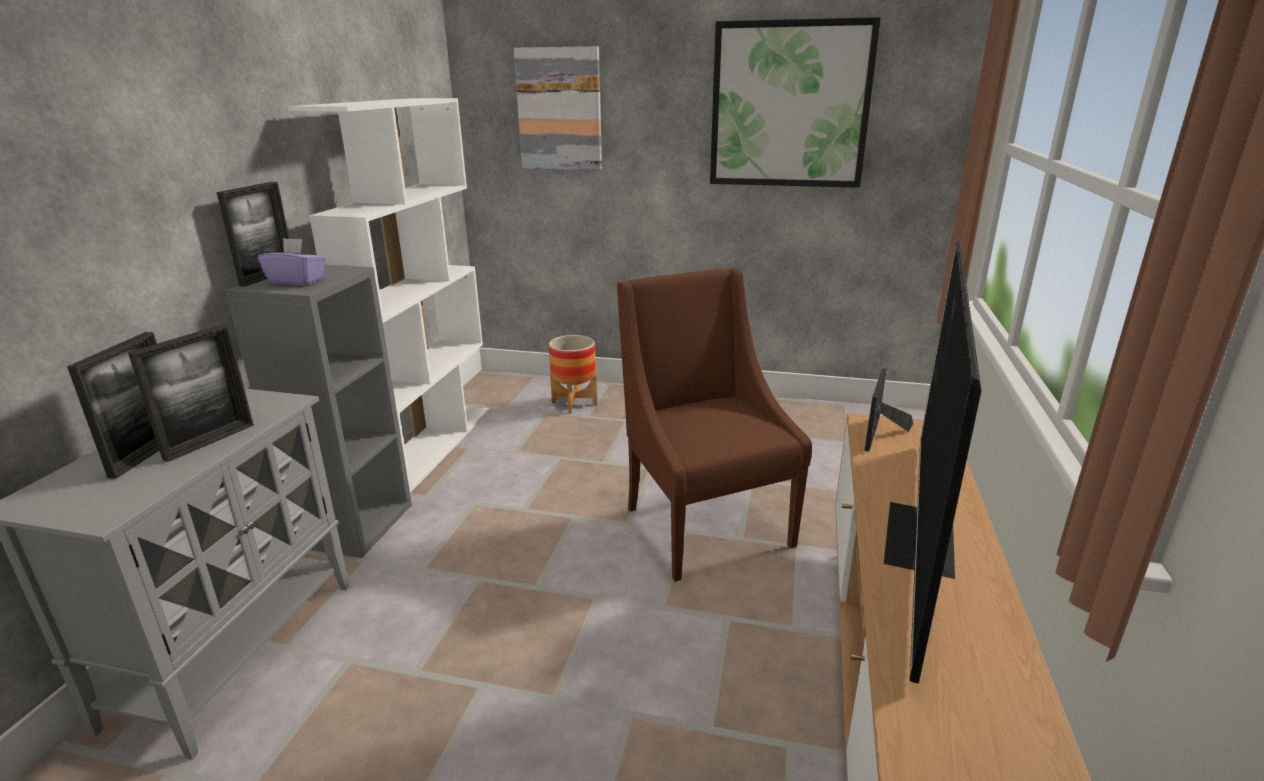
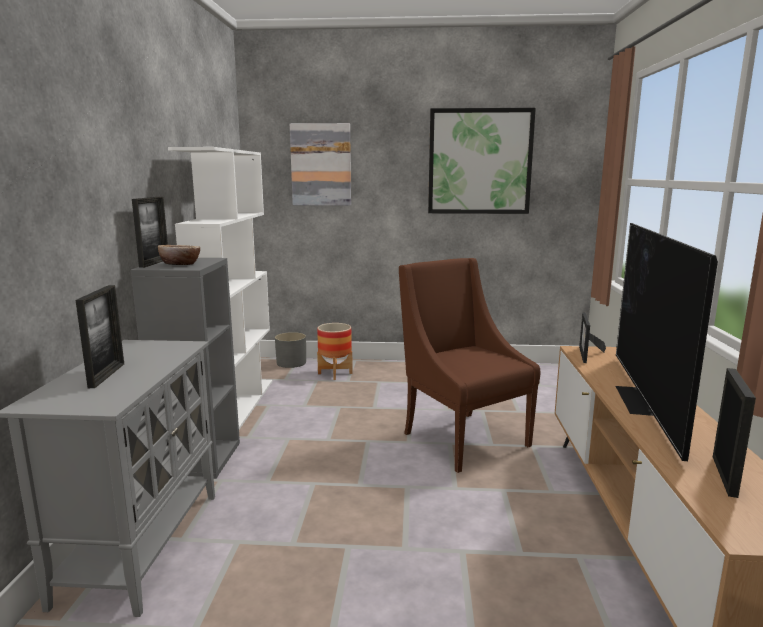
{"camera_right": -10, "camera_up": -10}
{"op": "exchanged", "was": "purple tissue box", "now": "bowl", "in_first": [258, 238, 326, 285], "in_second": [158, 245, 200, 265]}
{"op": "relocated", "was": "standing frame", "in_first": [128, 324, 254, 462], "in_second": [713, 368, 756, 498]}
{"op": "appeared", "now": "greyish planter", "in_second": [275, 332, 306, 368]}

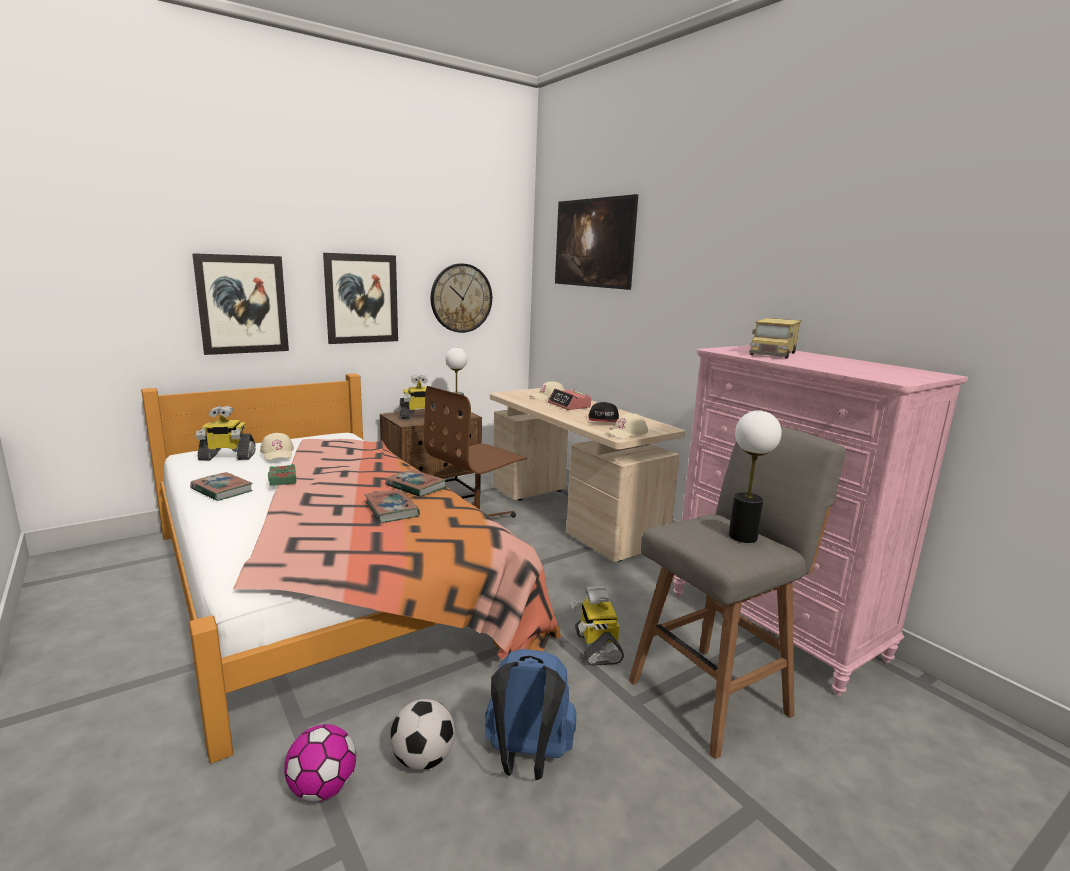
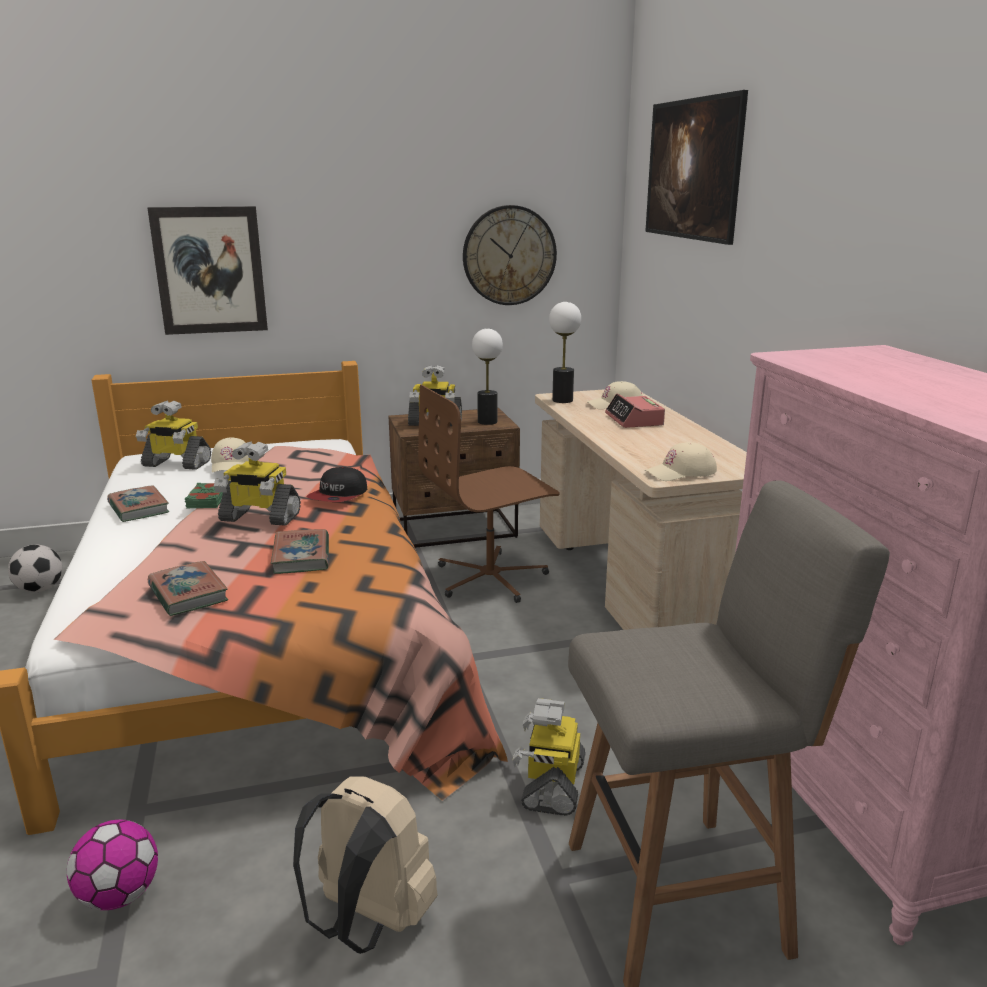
{"camera_right": 20, "camera_up": 5}
{"op": "missing", "was": "wall art", "in_first": [323, 253, 398, 344]}
{"op": "missing", "was": "toy lorry", "in_first": [749, 318, 802, 358]}
{"op": "relocated", "was": "peaked cap", "in_first": [589, 402, 619, 422], "in_second": [307, 467, 367, 502]}
{"op": "relocated", "was": "lamp for a table", "in_first": [729, 410, 782, 543], "in_second": [549, 302, 581, 403]}
{"op": "relocated", "was": "volume", "in_first": [385, 469, 446, 497], "in_second": [148, 561, 228, 616]}
{"op": "colour", "was": "blue knapsack", "now": "beige-coloured knapsack", "in_first": [485, 649, 576, 780], "in_second": [293, 776, 438, 954]}
{"op": "relocated", "was": "football ball", "in_first": [390, 699, 455, 770], "in_second": [8, 544, 62, 592]}
{"op": "appeared", "now": "toy robot", "in_second": [214, 442, 301, 526]}

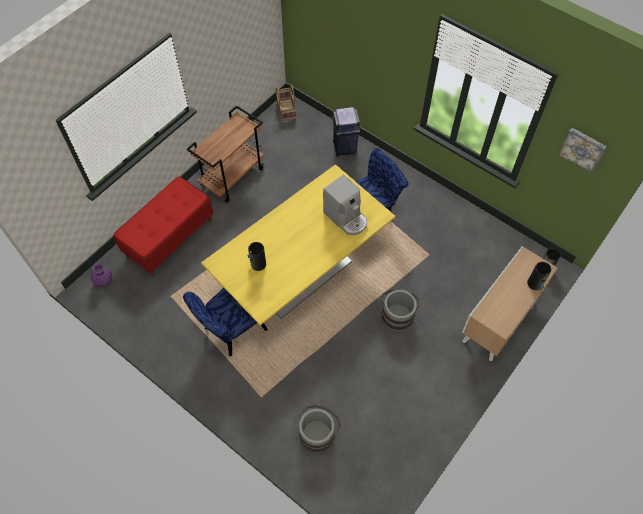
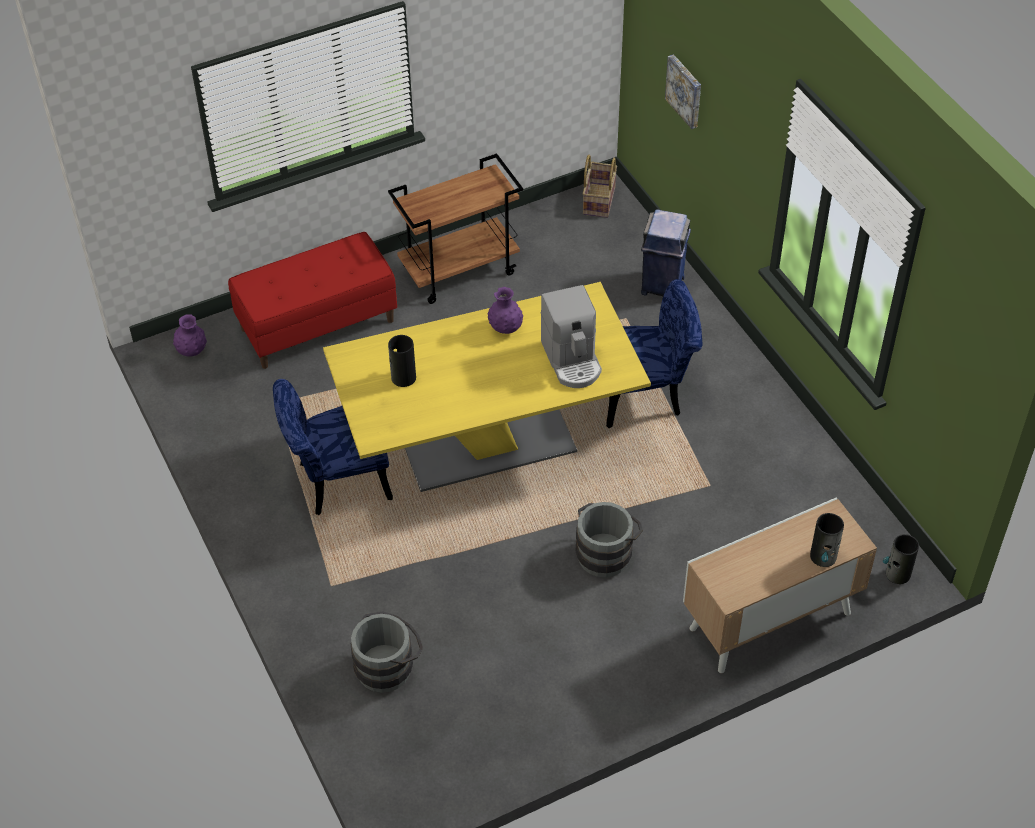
{"camera_right": 25, "camera_up": -10}
{"op": "relocated", "was": "wall art", "in_first": [559, 128, 607, 173], "in_second": [665, 54, 701, 129]}
{"op": "appeared", "now": "purple flower vase", "in_second": [488, 287, 523, 334]}

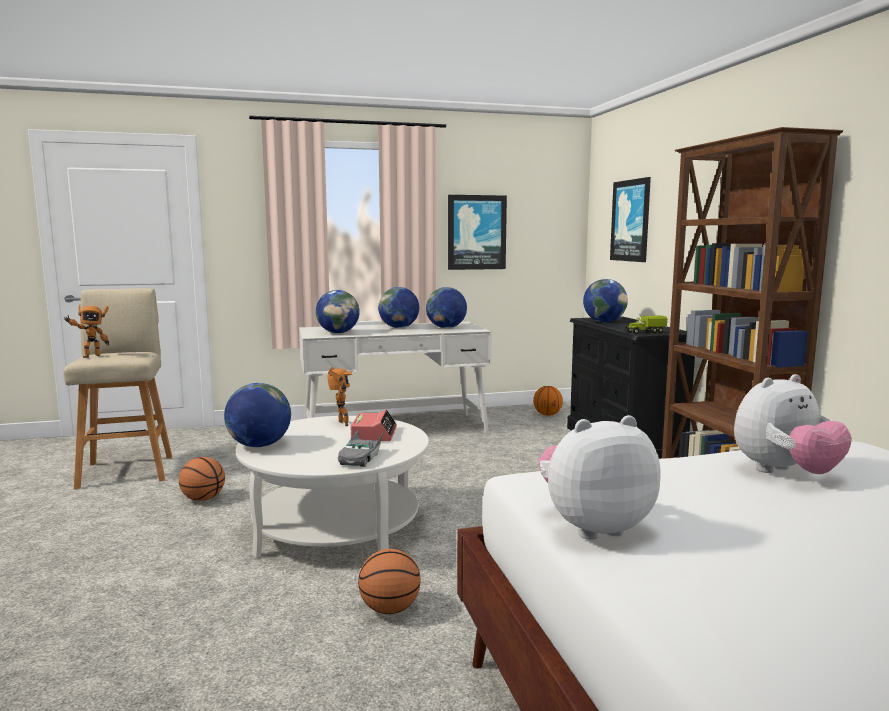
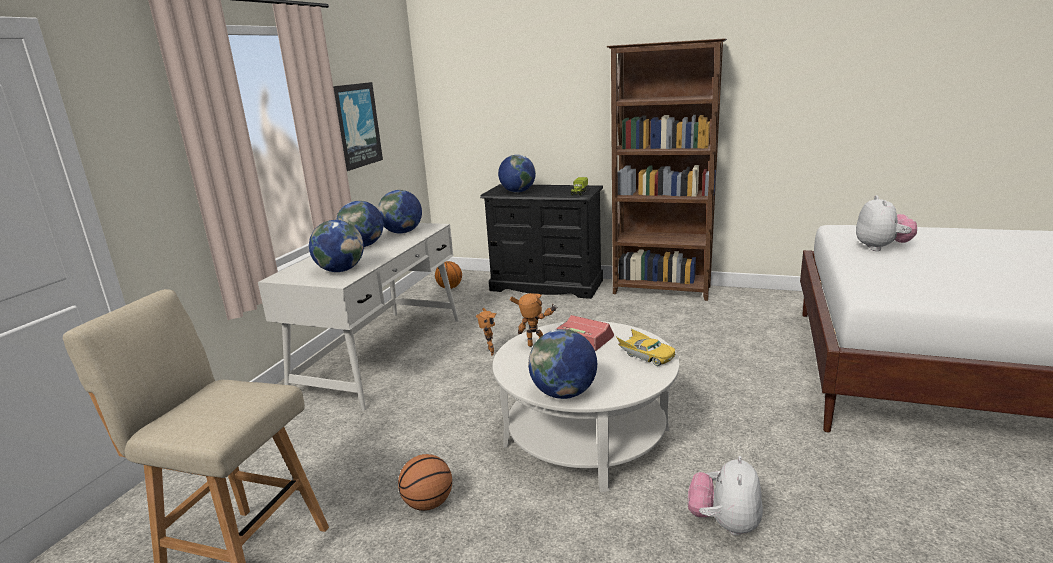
{"camera_right": -55, "camera_up": 10}
{"op": "missing", "was": "wall art", "in_first": [610, 177, 651, 262]}
{"op": "relocated", "was": "toy robot", "in_first": [64, 305, 109, 358], "in_second": [476, 308, 497, 355]}
{"op": "relocated", "was": "plush toy", "in_first": [539, 415, 661, 540], "in_second": [688, 456, 763, 536]}
{"op": "colour", "was": "greyish toy car", "now": "yellow-coloured toy car", "in_first": [338, 431, 383, 467], "in_second": [616, 329, 675, 366]}
{"op": "missing", "was": "basketball ball", "in_first": [358, 549, 421, 614]}

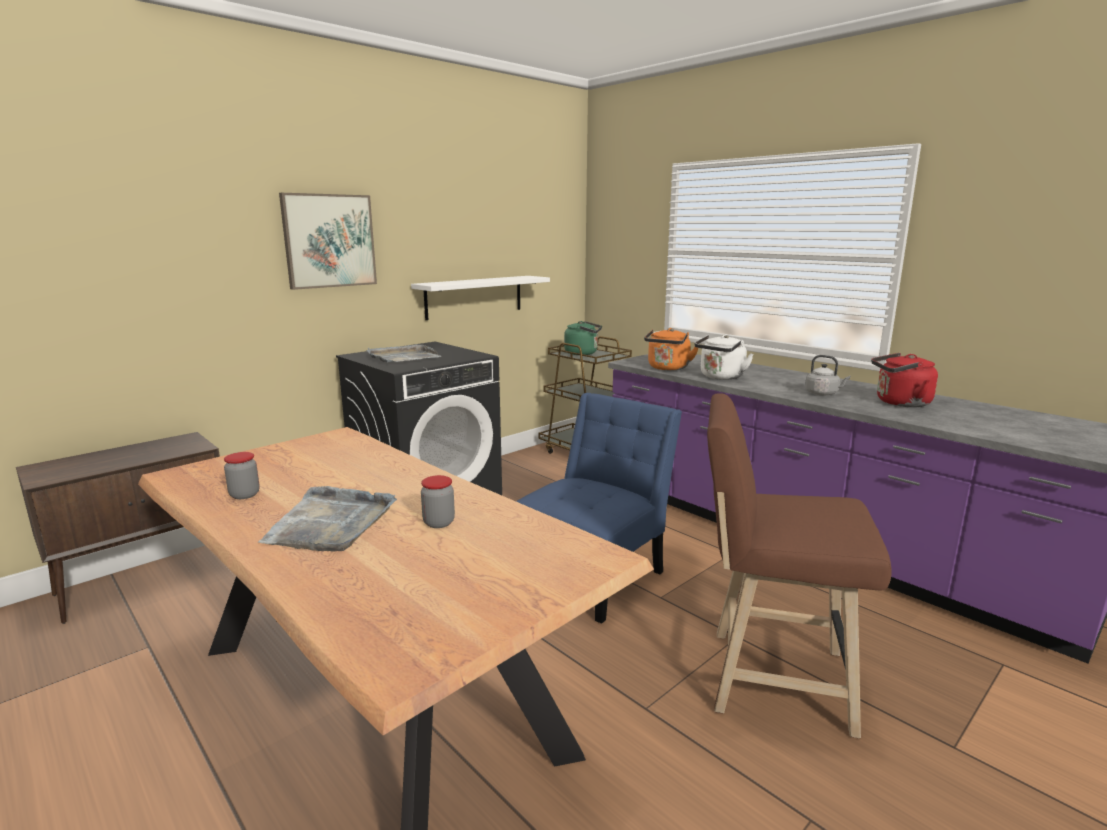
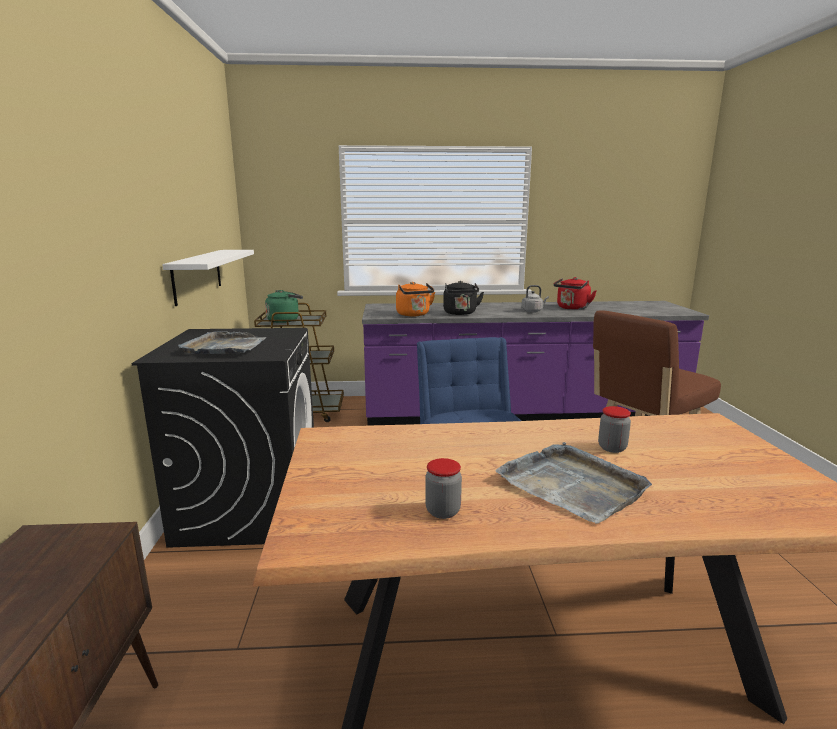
{"camera_right": -50, "camera_up": 0}
{"op": "missing", "was": "wall art", "in_first": [279, 193, 377, 290]}
{"op": "colour", "was": "white kettle", "now": "black kettle", "in_first": [694, 334, 754, 380], "in_second": [443, 281, 484, 315]}

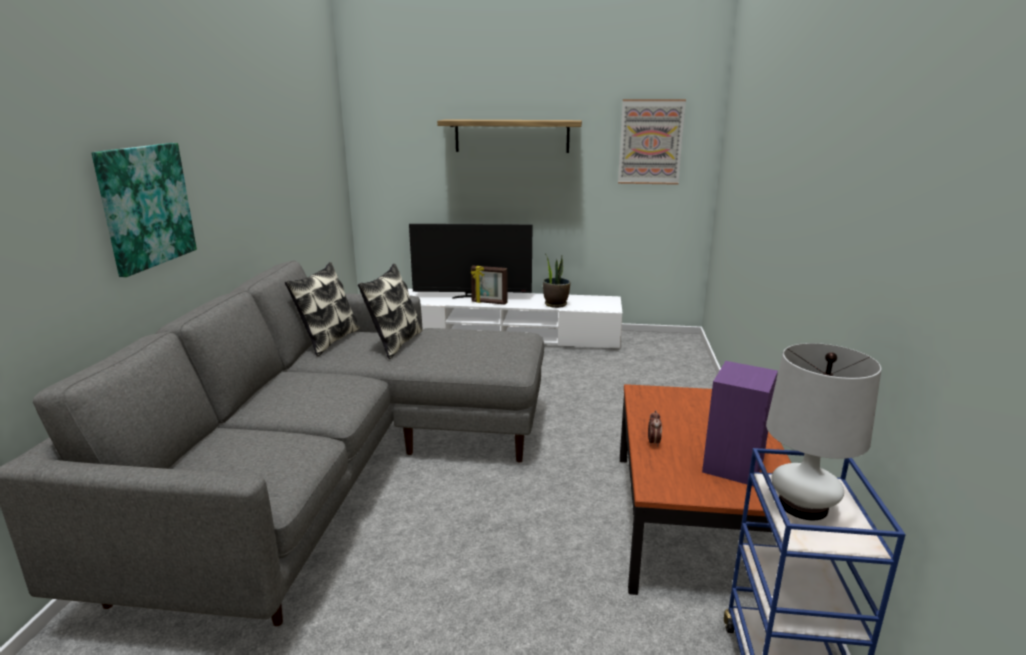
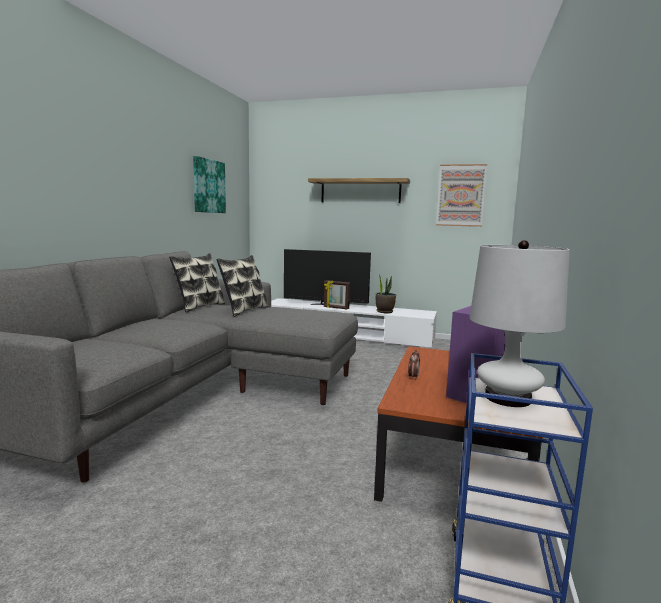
{"camera_right": 10, "camera_up": -10}
{"op": "relocated", "was": "wall art", "in_first": [91, 143, 197, 277], "in_second": [193, 156, 226, 213]}

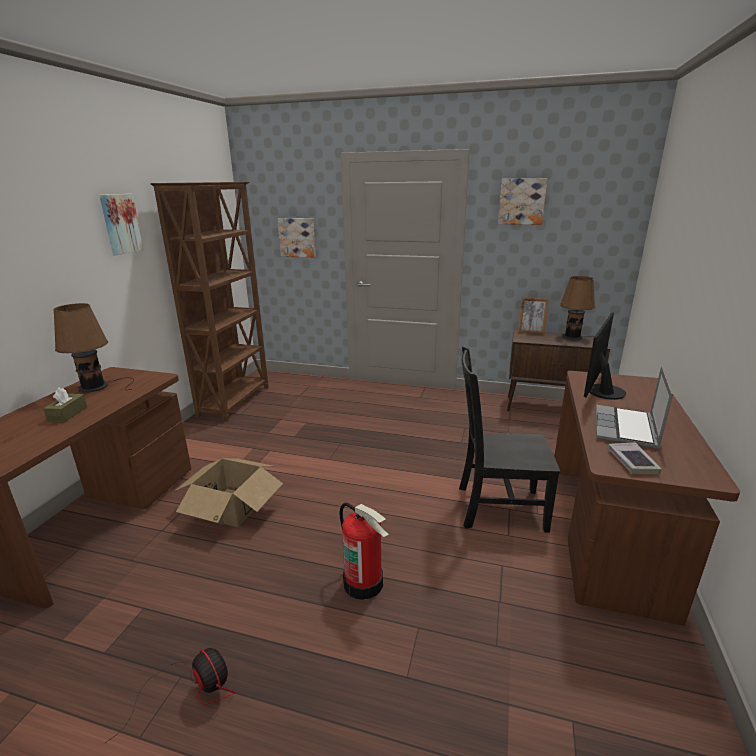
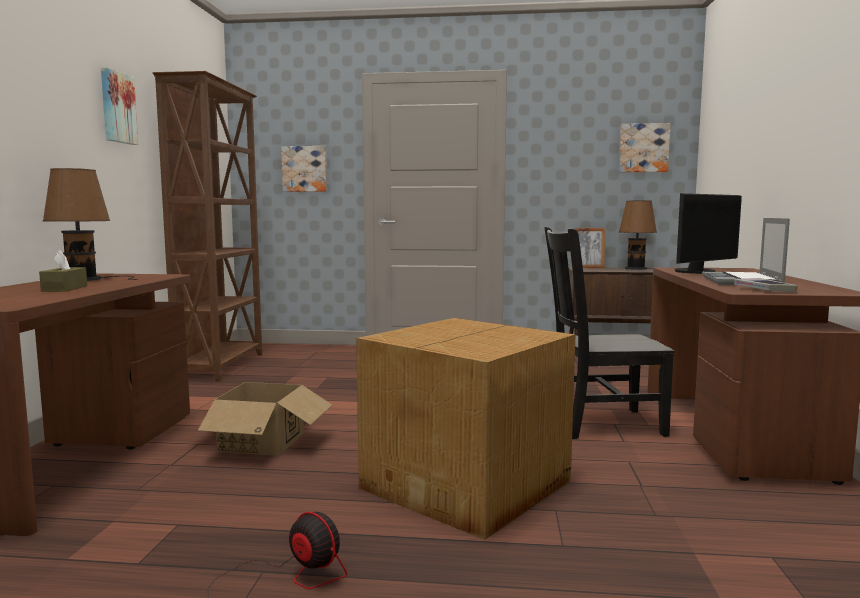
{"camera_right": -10, "camera_up": -15}
{"op": "relocated", "was": "wall art", "in_first": [498, 178, 547, 225], "in_second": [619, 123, 671, 172]}
{"op": "spun", "was": "monitor", "in_first": [584, 312, 626, 400], "in_second": [675, 193, 742, 274], "clockwise": -150}
{"op": "exchanged", "was": "fire-fighting cylinder", "now": "cardboard box", "in_first": [339, 503, 388, 600], "in_second": [356, 318, 576, 540]}

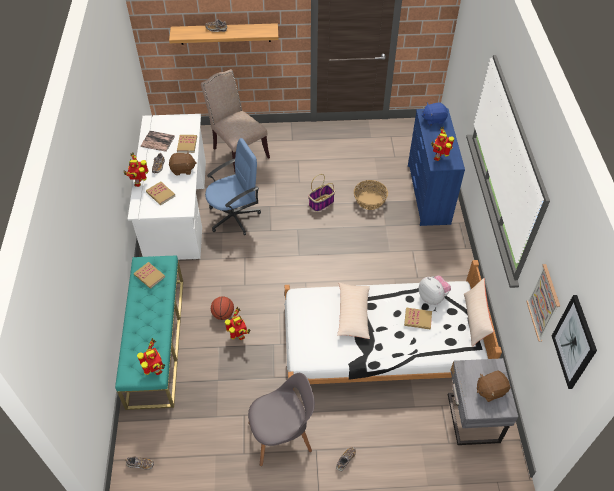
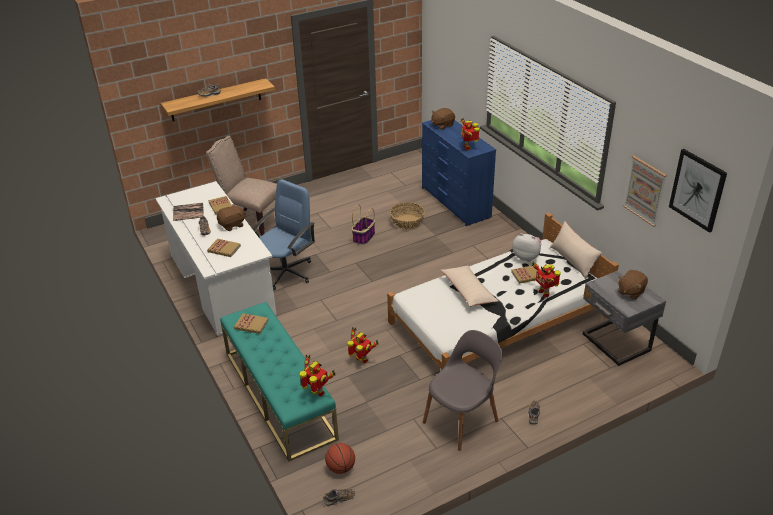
{"camera_right": -25, "camera_up": -15}
{"op": "colour", "was": "blue plush toy", "now": "brown plush toy", "in_first": [421, 103, 448, 125], "in_second": [432, 108, 455, 130]}
{"op": "relocated", "was": "toy robot", "in_first": [124, 152, 148, 187], "in_second": [532, 261, 561, 298]}
{"op": "relocated", "was": "basketball ball", "in_first": [211, 296, 234, 320], "in_second": [325, 443, 355, 474]}

